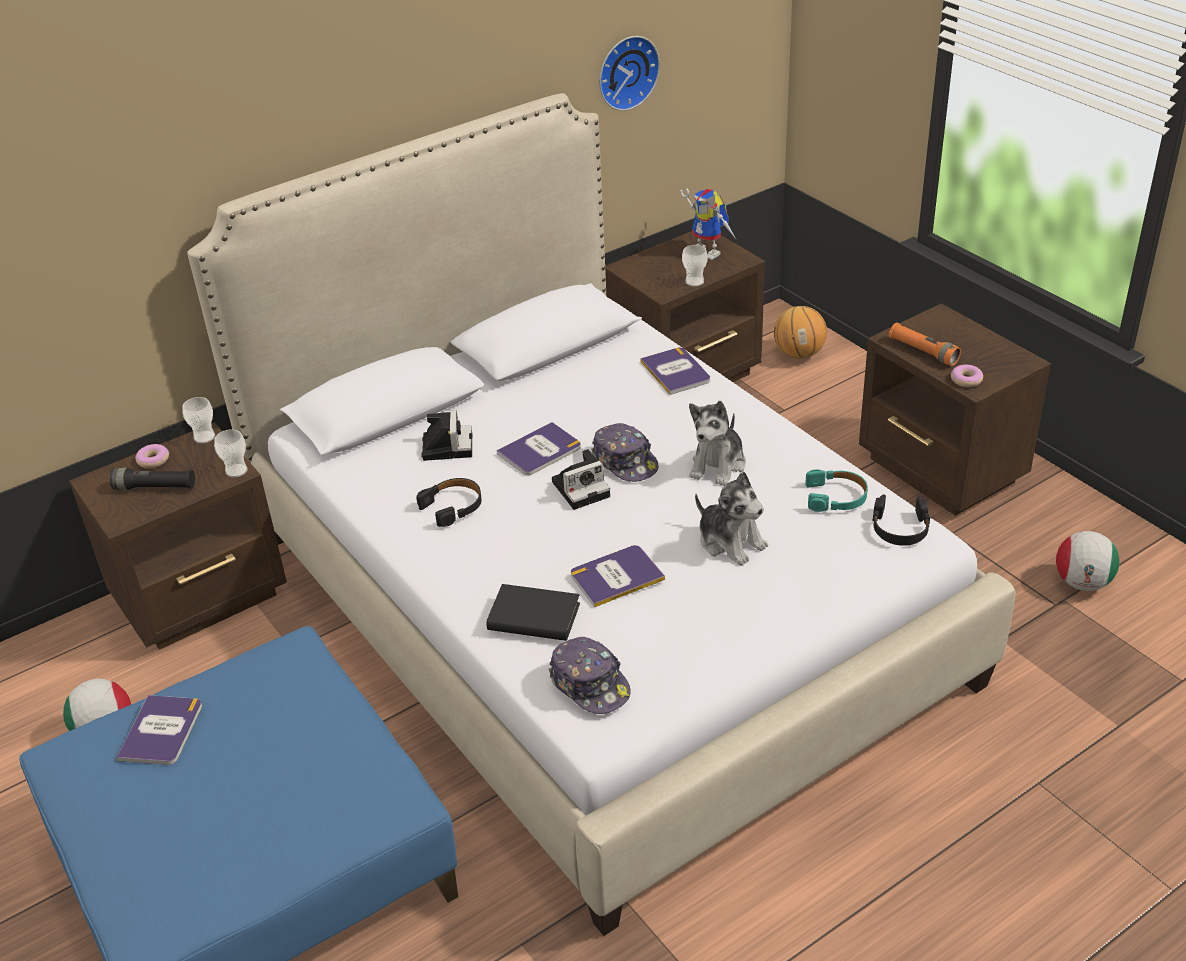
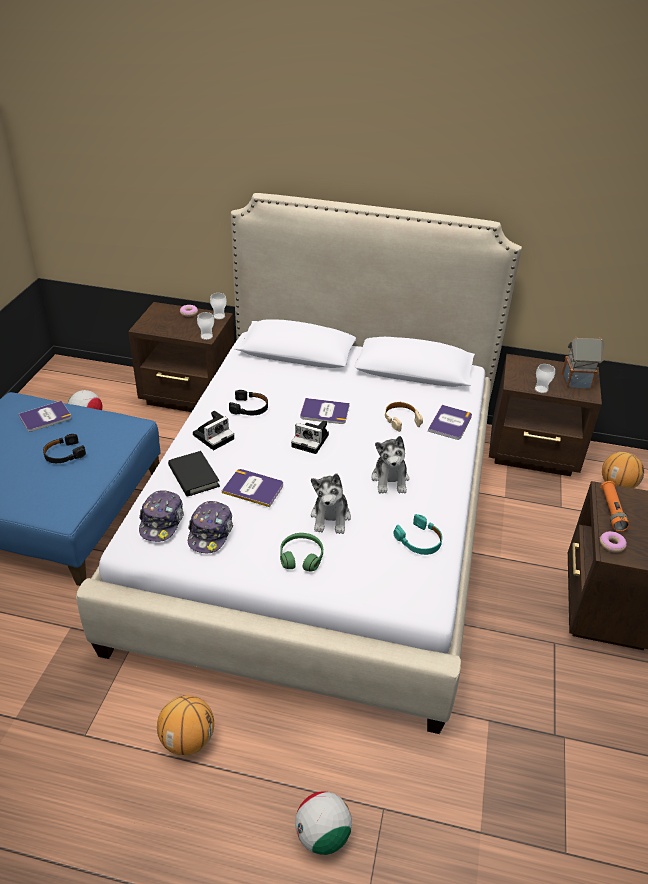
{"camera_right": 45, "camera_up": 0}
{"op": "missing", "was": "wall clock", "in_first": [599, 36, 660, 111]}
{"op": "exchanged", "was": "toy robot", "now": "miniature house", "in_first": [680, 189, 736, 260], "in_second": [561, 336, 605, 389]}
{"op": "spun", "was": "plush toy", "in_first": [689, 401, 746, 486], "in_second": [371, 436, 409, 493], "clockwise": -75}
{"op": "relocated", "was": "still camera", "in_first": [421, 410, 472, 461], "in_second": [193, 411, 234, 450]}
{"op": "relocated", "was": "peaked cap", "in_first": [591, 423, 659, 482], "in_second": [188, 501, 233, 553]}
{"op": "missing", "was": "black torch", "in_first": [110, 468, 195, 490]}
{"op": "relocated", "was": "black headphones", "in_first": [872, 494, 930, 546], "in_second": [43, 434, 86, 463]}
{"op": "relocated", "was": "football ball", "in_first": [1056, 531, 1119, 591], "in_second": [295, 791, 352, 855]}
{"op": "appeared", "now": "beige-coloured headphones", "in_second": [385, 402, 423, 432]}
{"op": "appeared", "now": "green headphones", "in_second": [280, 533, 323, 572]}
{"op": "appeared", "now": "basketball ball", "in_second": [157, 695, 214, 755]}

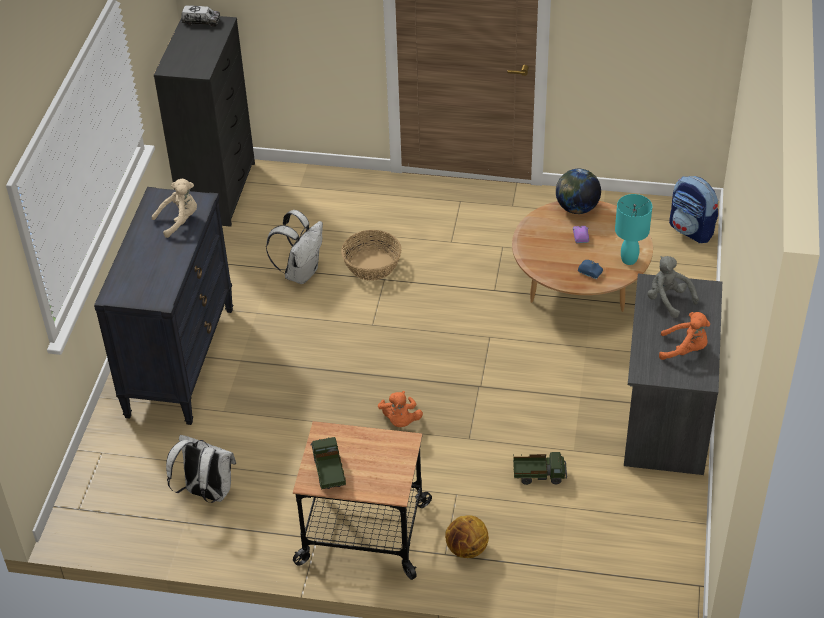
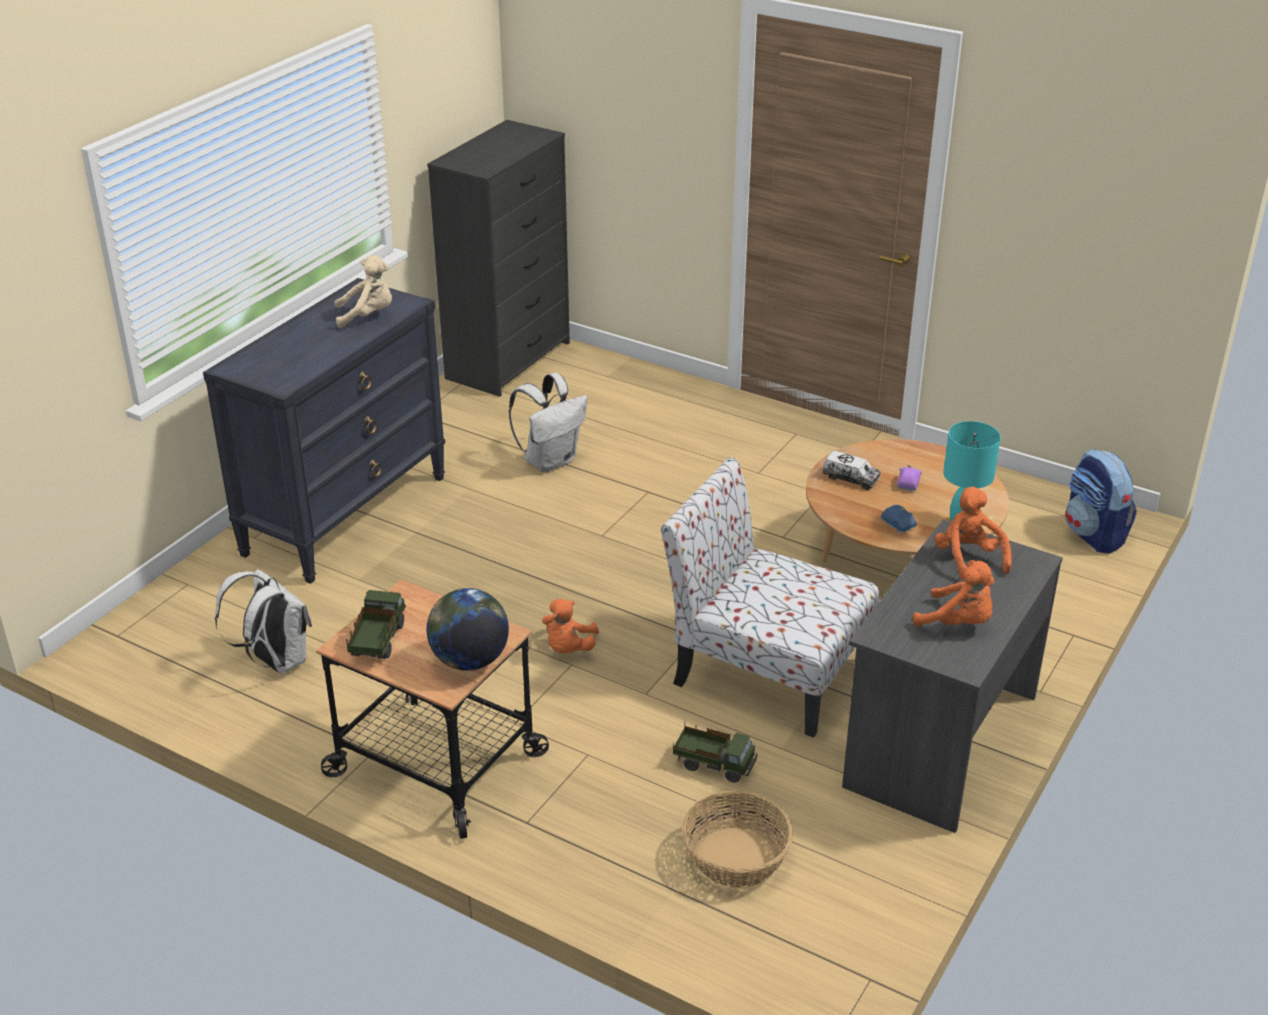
{"camera_right": 20, "camera_up": -10}
{"op": "relocated", "was": "toy lorry", "in_first": [181, 5, 220, 27], "in_second": [822, 451, 881, 490]}
{"op": "relocated", "was": "desk globe", "in_first": [556, 169, 601, 214], "in_second": [427, 588, 509, 671]}
{"op": "relocated", "was": "basket", "in_first": [341, 230, 401, 281], "in_second": [682, 791, 793, 888]}
{"op": "colour", "was": "greyish plush toy", "now": "orange plush toy", "in_first": [647, 256, 699, 318], "in_second": [934, 487, 1012, 581]}
{"op": "missing", "was": "basketball ball", "in_first": [445, 515, 489, 558]}
{"op": "appeared", "now": "chair", "in_second": [661, 457, 880, 738]}

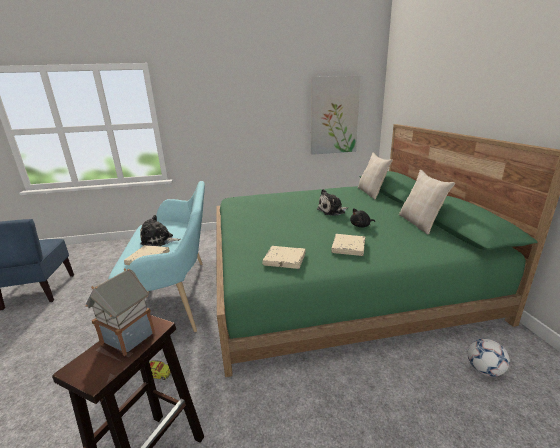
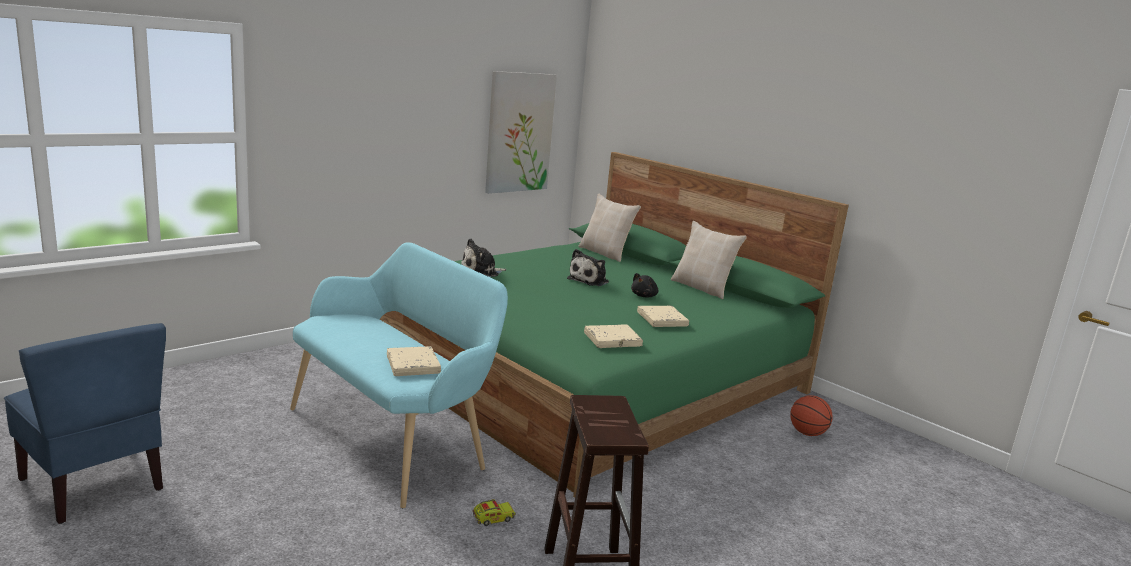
{"camera_right": -35, "camera_up": -5}
{"op": "relocated", "was": "plush toy", "in_first": [140, 215, 181, 246], "in_second": [461, 238, 507, 277]}
{"op": "missing", "was": "miniature house", "in_first": [85, 268, 155, 356]}
{"op": "exchanged", "was": "football ball", "now": "basketball ball", "in_first": [468, 338, 510, 377], "in_second": [790, 395, 833, 436]}

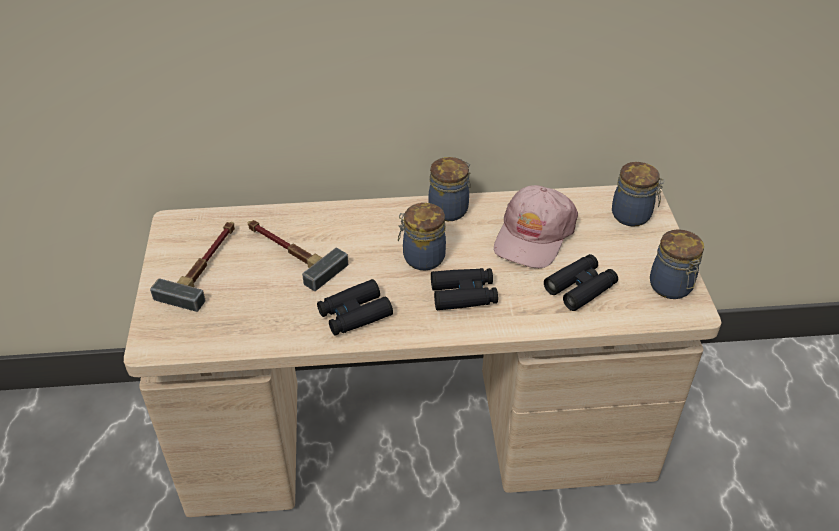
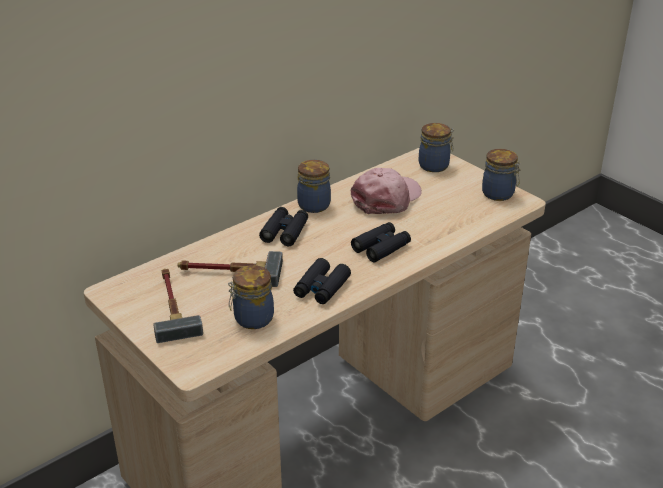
{"camera_right": -35, "camera_up": -10}
{"op": "spun", "was": "pinkish peaked cap", "in_first": [494, 185, 578, 268], "in_second": [351, 168, 422, 214], "clockwise": -135}
{"op": "relocated", "was": "preserve jar", "in_first": [398, 203, 446, 270], "in_second": [228, 265, 274, 329]}
{"op": "relocated", "was": "black field glasses", "in_first": [544, 254, 618, 311], "in_second": [259, 207, 308, 246]}

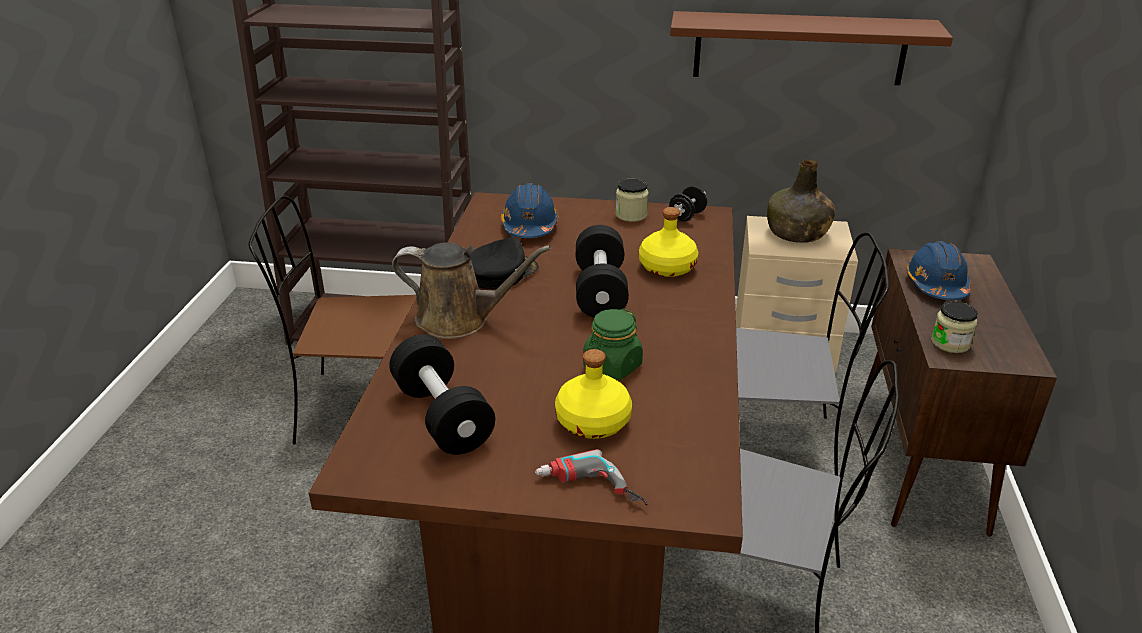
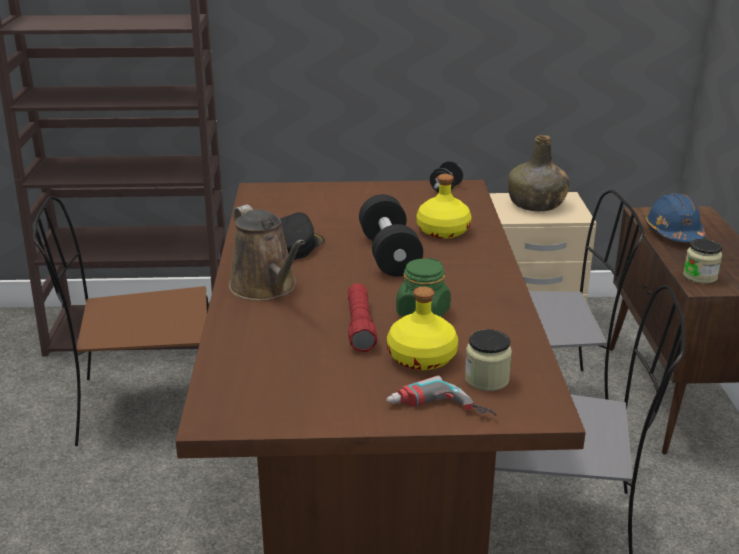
{"camera_right": -10, "camera_up": -5}
{"op": "missing", "was": "brown shelf", "in_first": [670, 11, 953, 85]}
{"op": "relocated", "was": "preserve jar", "in_first": [616, 179, 648, 222], "in_second": [465, 329, 512, 391]}
{"op": "missing", "was": "blue safety helmet", "in_first": [501, 183, 558, 238]}
{"op": "spun", "was": "brown watering can", "in_first": [392, 243, 551, 339], "in_second": [229, 205, 305, 301], "clockwise": 60}
{"op": "missing", "was": "black dumbbell", "in_first": [389, 334, 495, 455]}
{"op": "appeared", "now": "red torch", "in_second": [347, 283, 378, 352]}

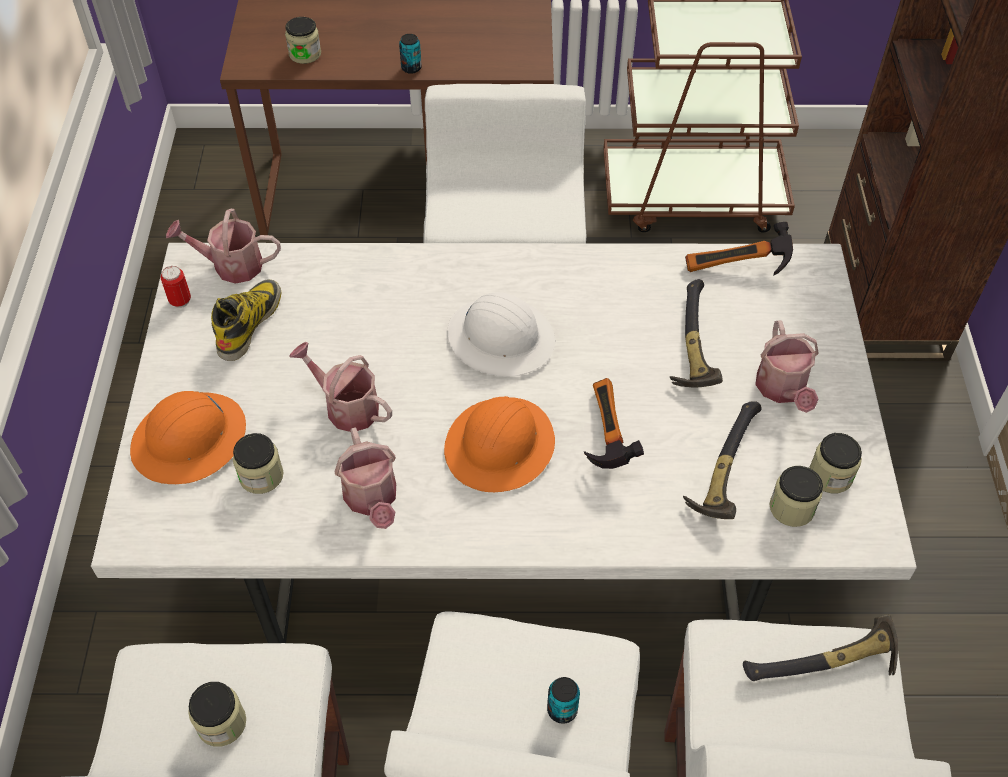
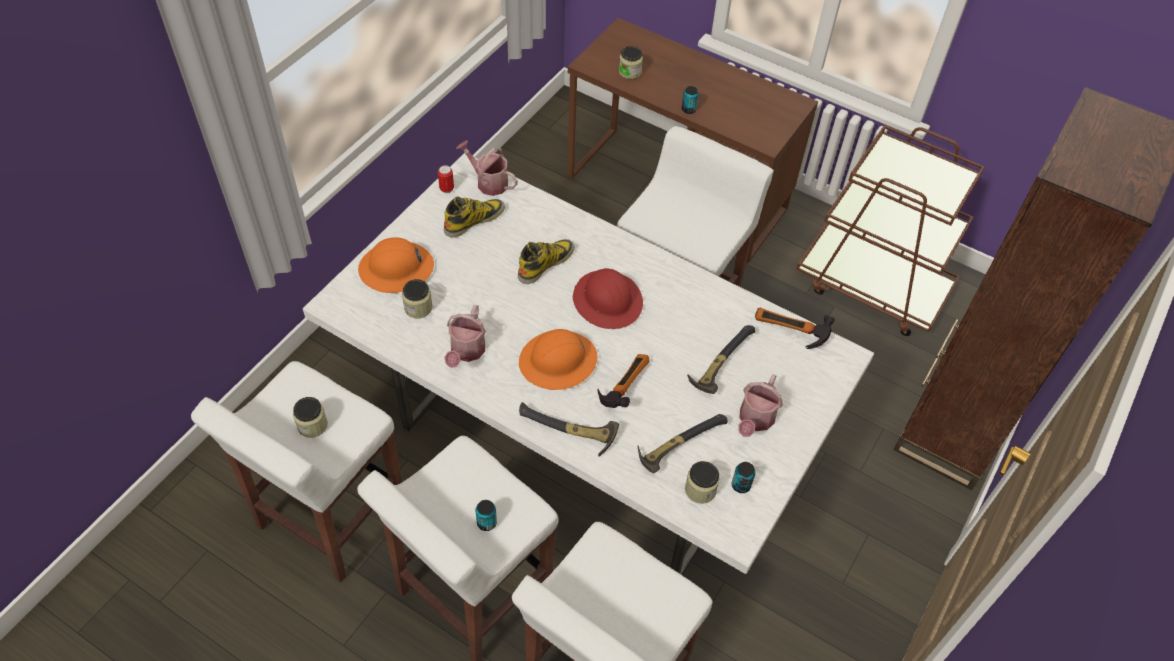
{"camera_right": 30, "camera_up": 0}
{"op": "colour", "was": "white safety helmet", "now": "red safety helmet", "in_first": [447, 292, 555, 377], "in_second": [573, 268, 643, 329]}
{"op": "missing", "was": "watering can", "in_first": [289, 342, 392, 432]}
{"op": "exchanged", "was": "preserve jar", "now": "can", "in_first": [809, 433, 862, 493], "in_second": [732, 462, 756, 493]}
{"op": "relocated", "was": "tool hammer", "in_first": [743, 614, 898, 681], "in_second": [519, 402, 619, 457]}
{"op": "appeared", "now": "high-top boot", "in_second": [518, 239, 575, 284]}

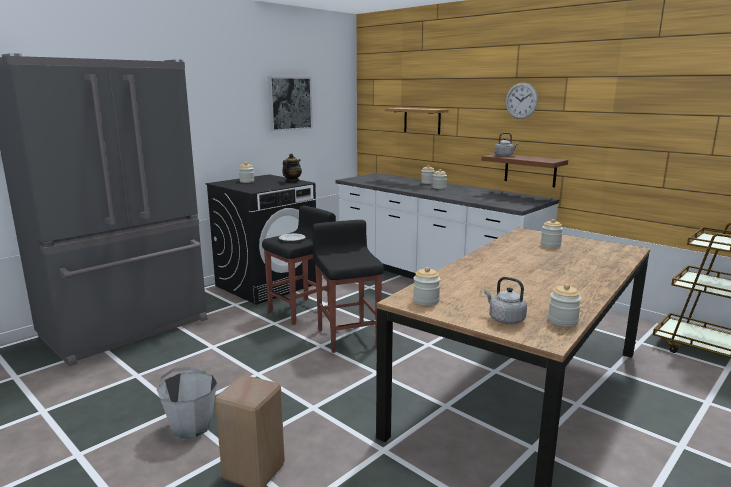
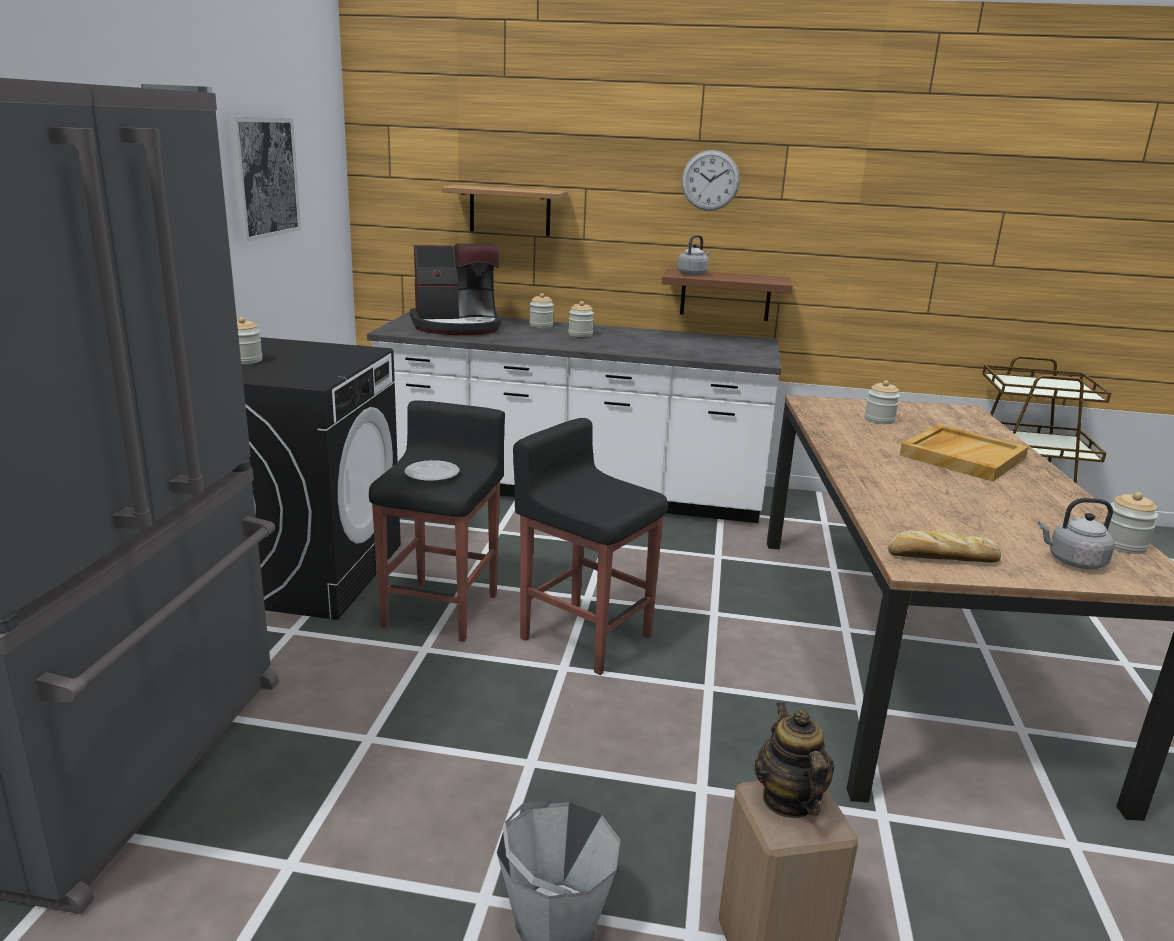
{"camera_right": -35, "camera_up": 5}
{"op": "relocated", "was": "tea pot", "in_first": [282, 153, 302, 182], "in_second": [754, 702, 834, 818]}
{"op": "exchanged", "was": "preserve jar", "now": "bread", "in_first": [413, 267, 441, 306], "in_second": [888, 530, 1001, 562]}
{"op": "appeared", "now": "coffee brewer", "in_second": [410, 244, 501, 335]}
{"op": "appeared", "now": "beige-coloured serving tray", "in_second": [899, 424, 1028, 481]}

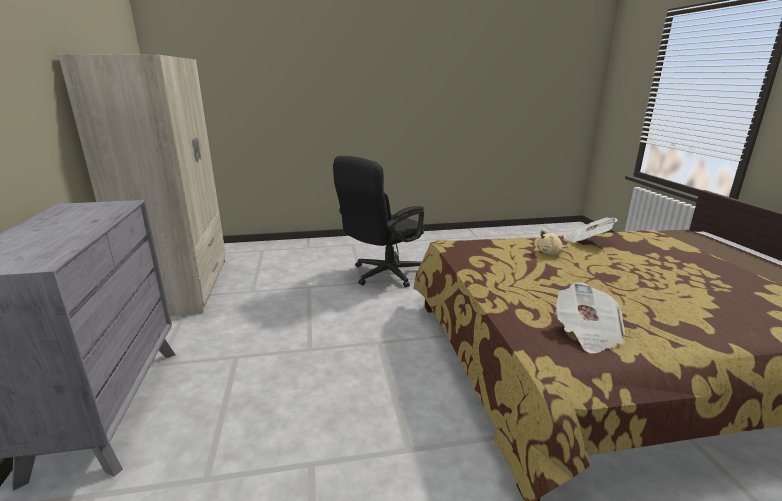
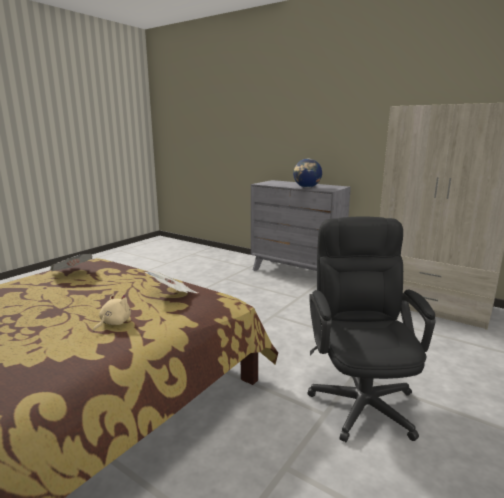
{"camera_right": 135, "camera_up": -5}
{"op": "relocated", "was": "newspaper", "in_first": [563, 217, 618, 243], "in_second": [145, 271, 198, 293]}
{"op": "appeared", "now": "desk globe", "in_second": [293, 159, 322, 188]}

